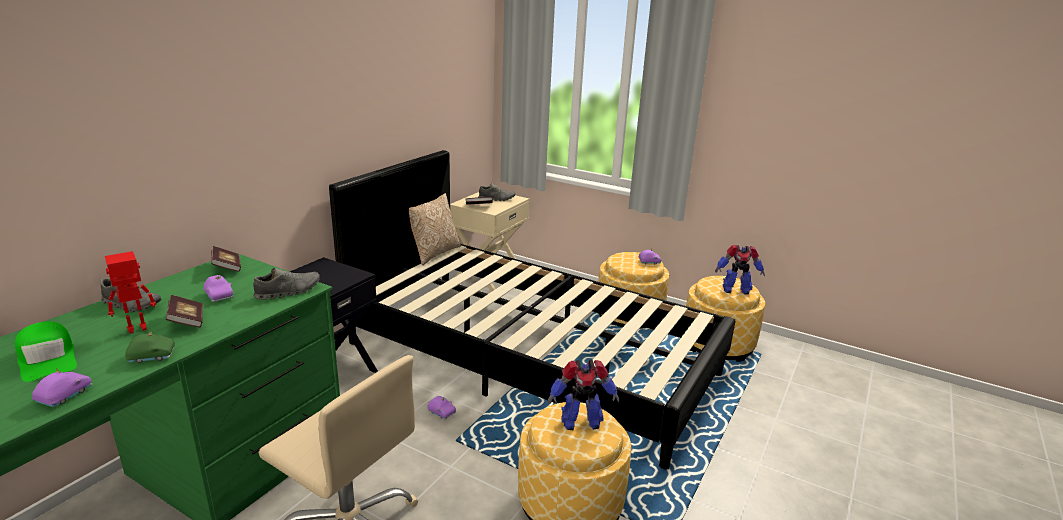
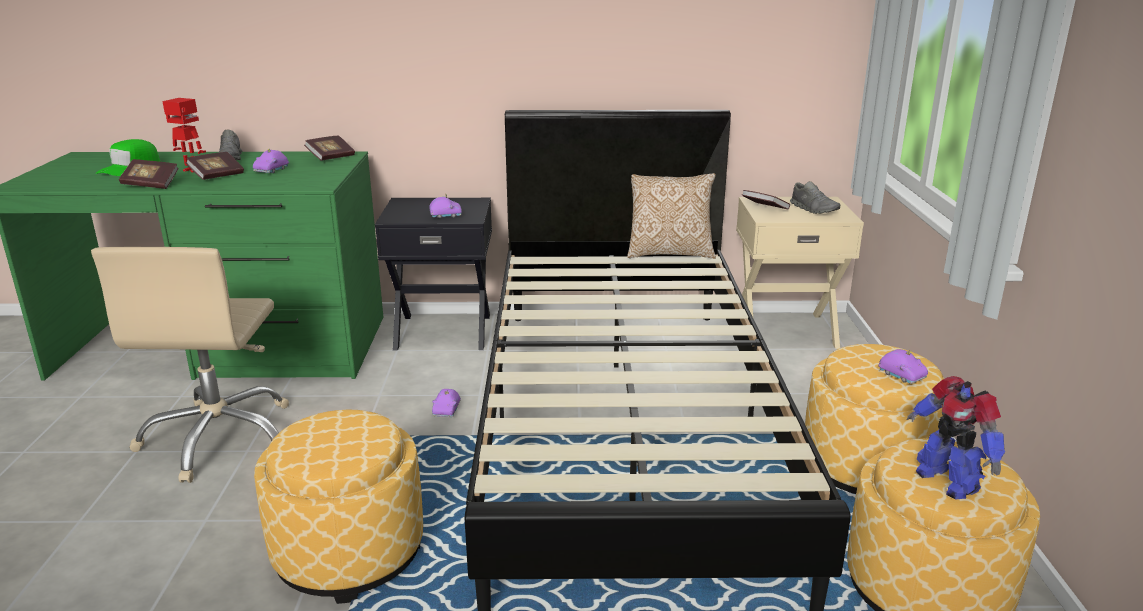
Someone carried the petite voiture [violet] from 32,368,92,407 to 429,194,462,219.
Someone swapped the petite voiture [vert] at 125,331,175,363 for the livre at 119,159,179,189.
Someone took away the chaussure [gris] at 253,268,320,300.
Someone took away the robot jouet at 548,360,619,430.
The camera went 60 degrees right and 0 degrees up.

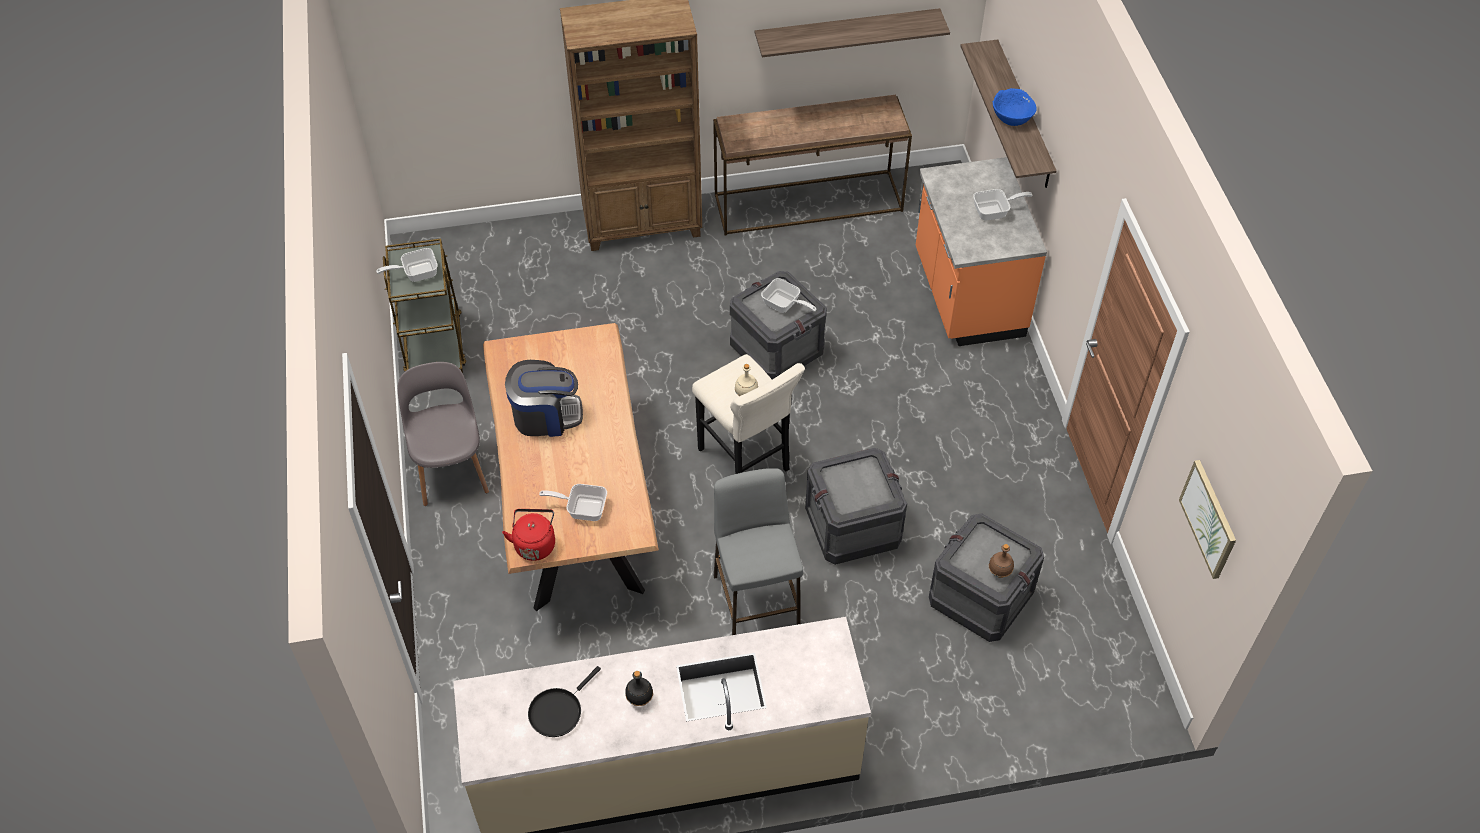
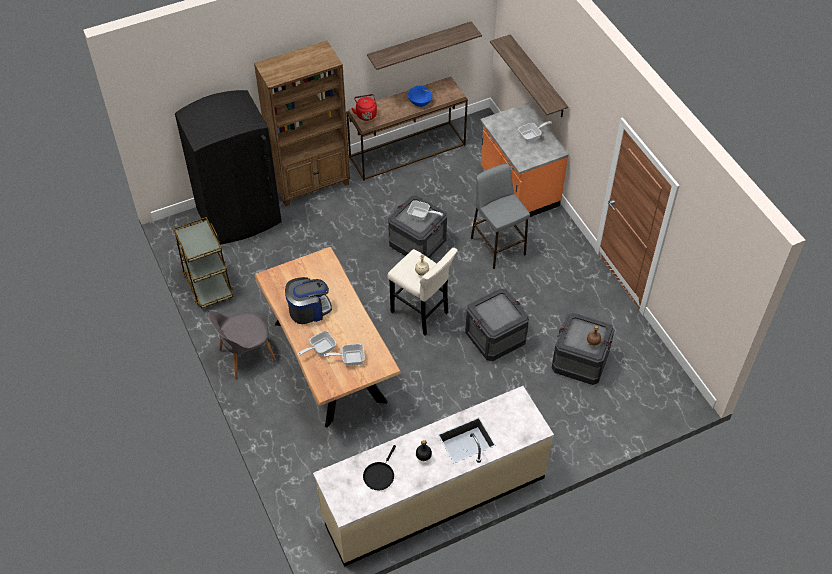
Someone carried the poêle from 376,248,438,282 to 298,331,336,356.
Someone rotated the chaise [gris] at 398,362,489,506 by 90 degrees counterclockwise.
Someone carried the bouilloire [rouge] from 502,509,555,561 to 351,94,377,121.
Someone carried the tabouret [gris] from 714,468,803,635 to 471,164,530,269.
Someone carried the bol [bleu] from 993,88,1036,126 to 408,86,433,107.
Someone took away the tableau at 1179,460,1236,579.
Someone put down the réfrigérateur [noir] at 175,90,282,245.
The camera went 15 degrees left and 0 degrees up.

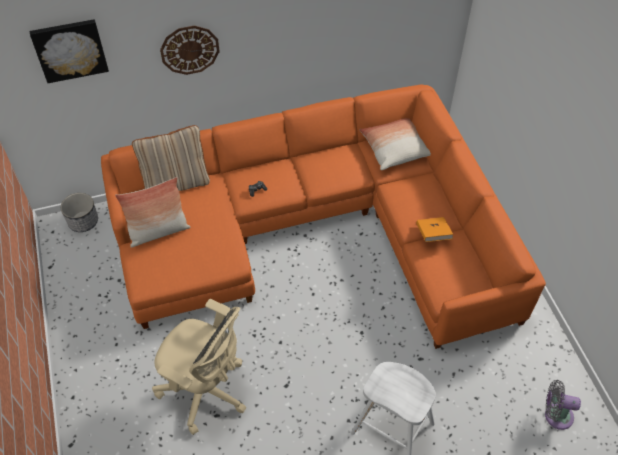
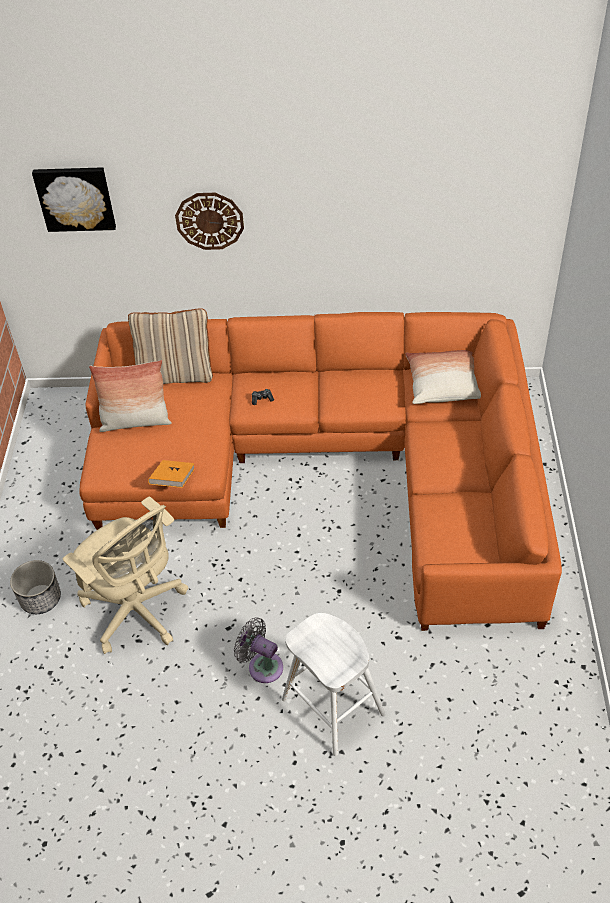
Someone carried the cache-pot from 61,193,98,232 to 10,560,61,614.
Someone carried the livre [orange] from 416,217,453,242 to 148,460,195,488.
Someone carried the ventilateur [gris] from 545,380,581,430 to 234,617,283,683.
The camera went 20 degrees right and 5 degrees down.

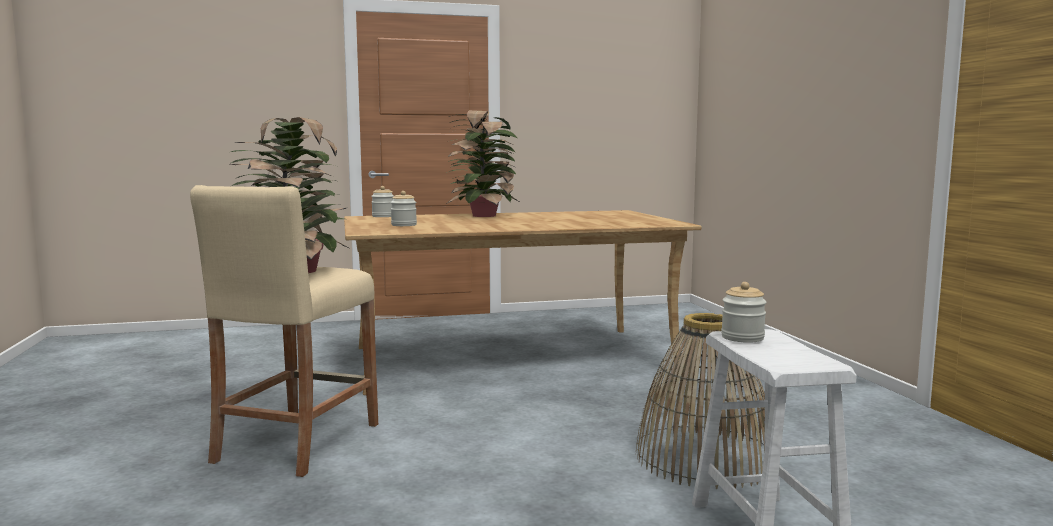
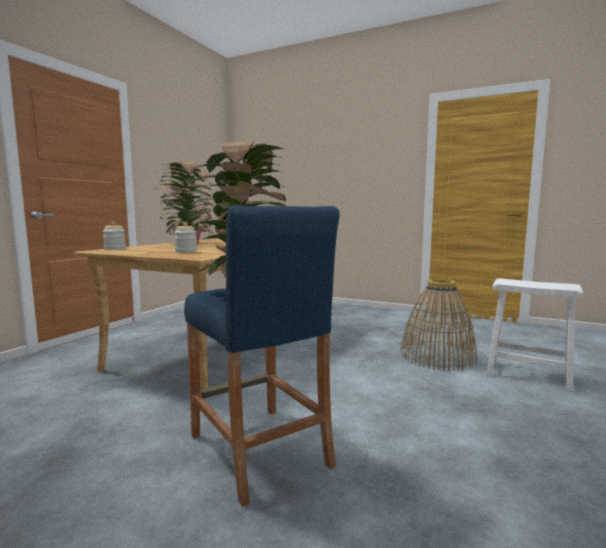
Someone repainted the tabouret [beige] at 190,185,378,477, which became the tabouret [bleu] at 184,205,340,507.
Someone took away the bocal at 721,282,767,343.
The camera went 50 degrees left and 0 degrees up.

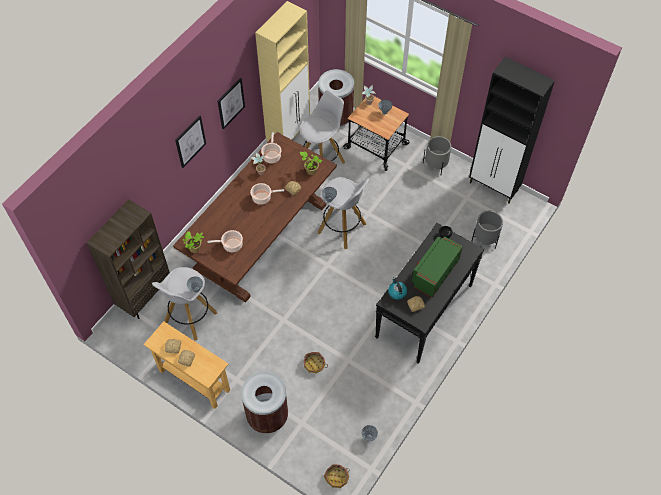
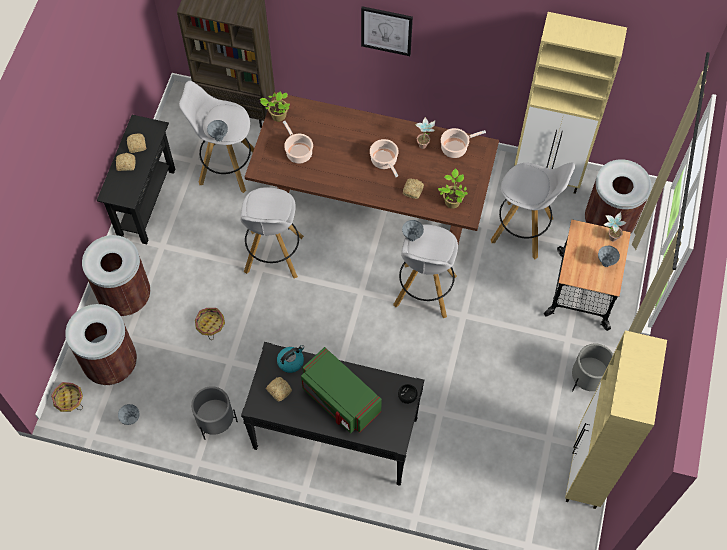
Someone repainted the table console [beige] at 144,321,230,409, which became the table console [noir] at 97,115,176,244.
Someone took away the tableau at 218,78,245,130.
Someone rotated the micro-ondes [vert] at 412,236,463,298 by 150 degrees counterclockwise.
Someone repainted the meuble de rangement [noir] at 469,57,555,203, which became the meuble de rangement [beige] at 565,330,667,509.
Someone carried the cache-pot [gris] from 471,211,503,249 to 191,386,238,440.
Someone put down the poubelle [marron] at 65,304,137,385.
Someone put down the tabouret [blanc] at 240,187,304,278.
The camera went 70 degrees right and 5 degrees up.

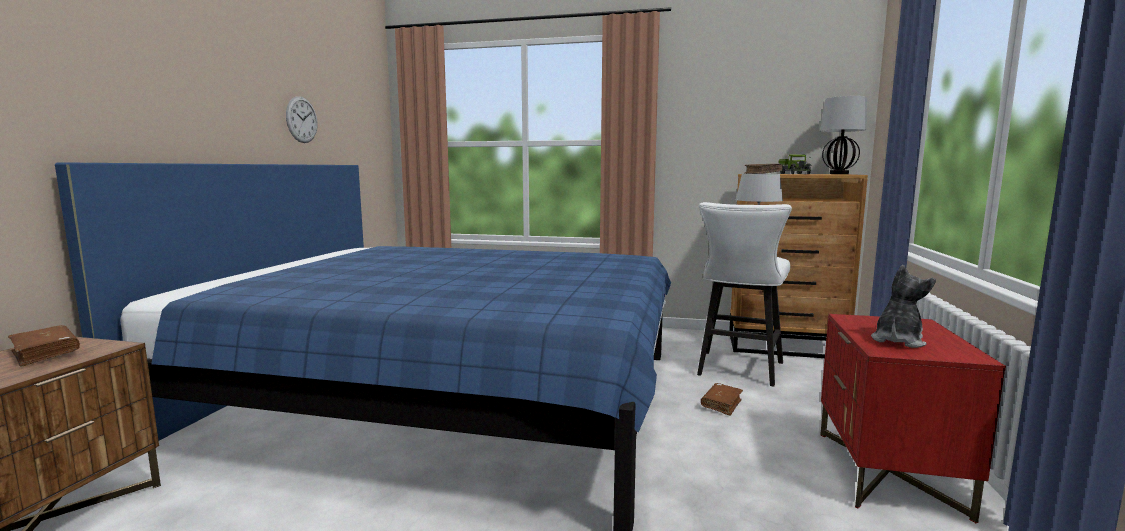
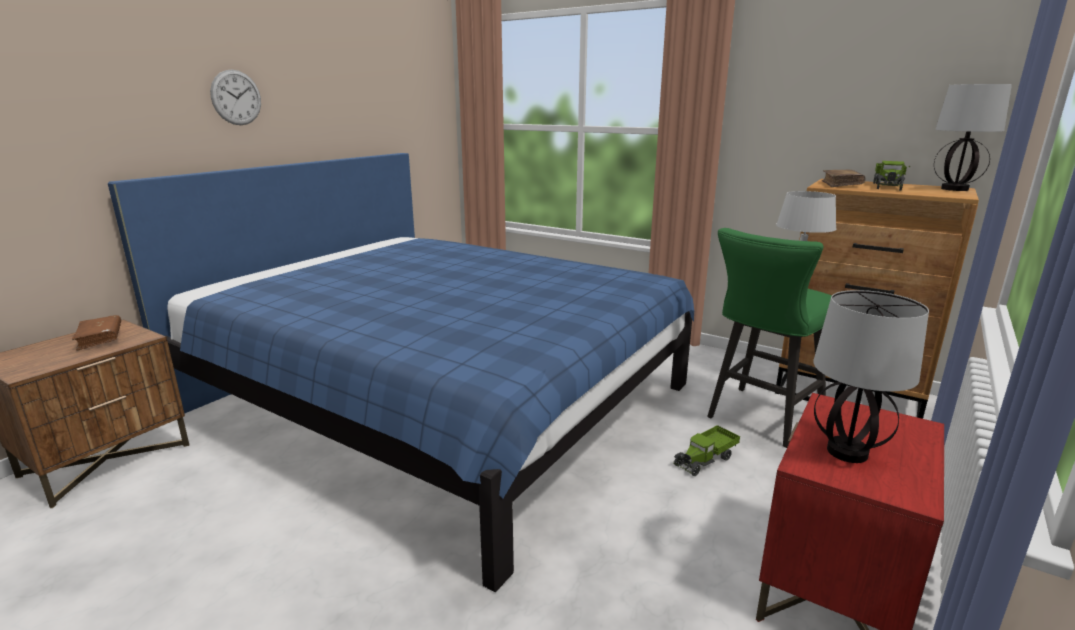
Someone carried the horloge murale from 286,96,318,143 to 210,70,261,125.
Someone repainted the tabouret [blanc] at 697,202,792,387, which became the tabouret [vert] at 707,228,832,448.
Someone swapped the livre [marron] at 701,383,743,416 for the camion jouet at 673,425,740,476.
Someone swapped the peluche at 871,265,936,348 for the lampe de table at 813,290,929,463.
The camera went 20 degrees right and 10 degrees up.

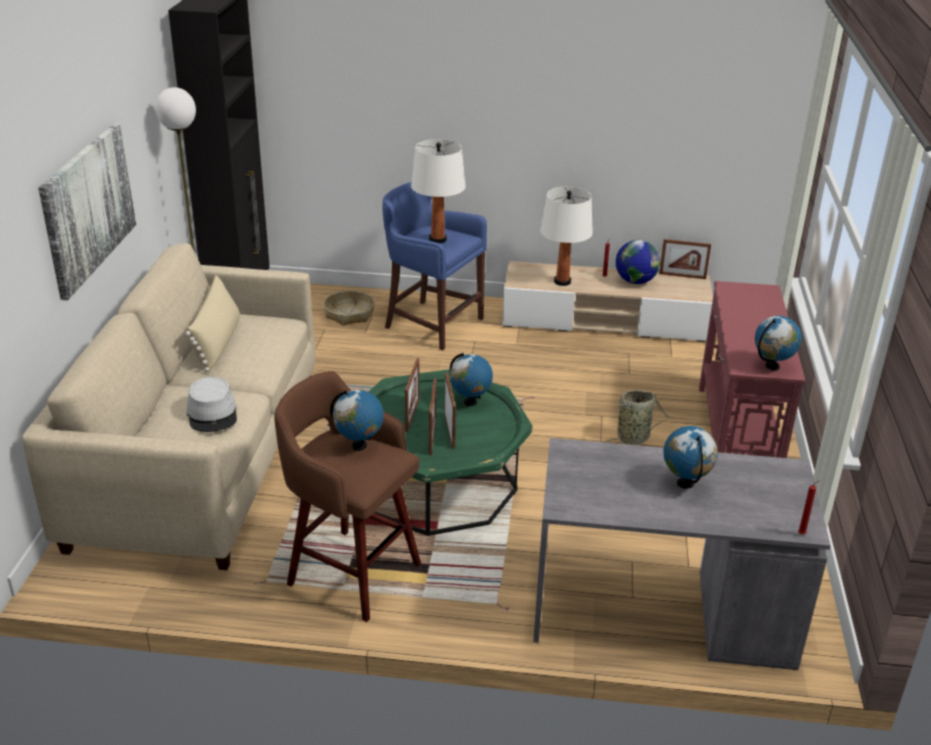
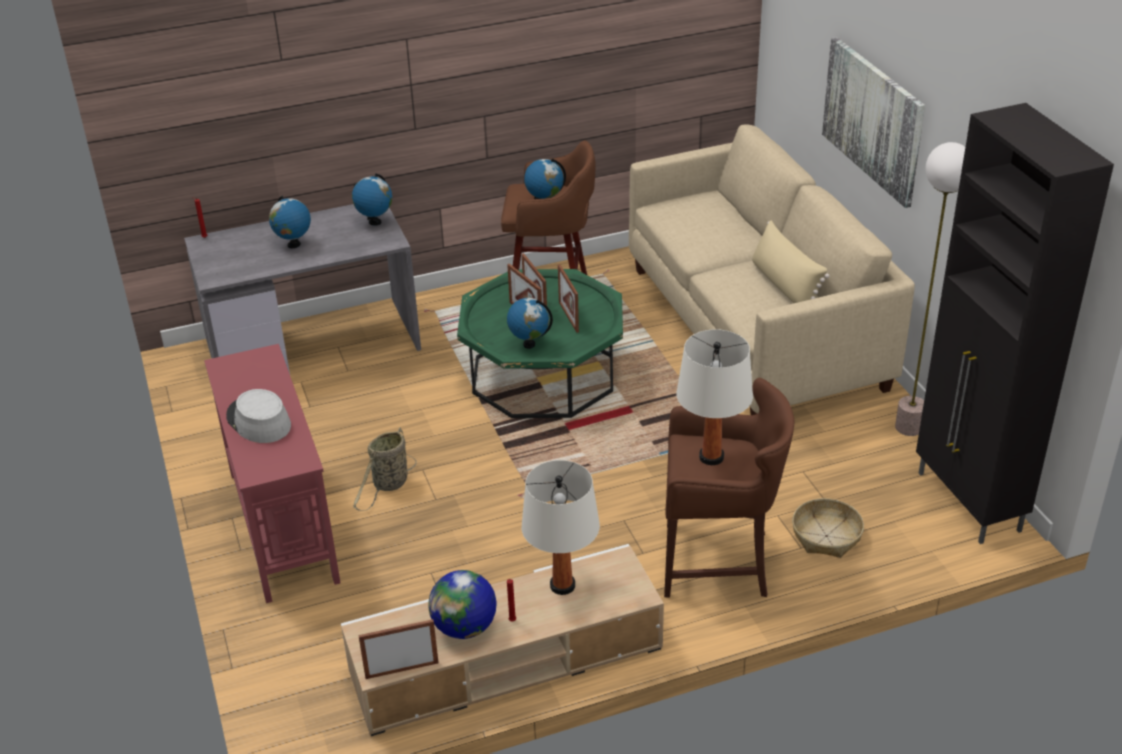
Someone carried the chapeau [gris] from 186,377,237,432 to 226,389,291,443.
Someone repainted the tabouret [bleu] at 382,182,487,350, which became the tabouret [marron] at 664,378,794,598.
Someone carried the globe from 755,316,802,371 to 352,173,392,226.
The camera went 155 degrees right and 5 degrees up.

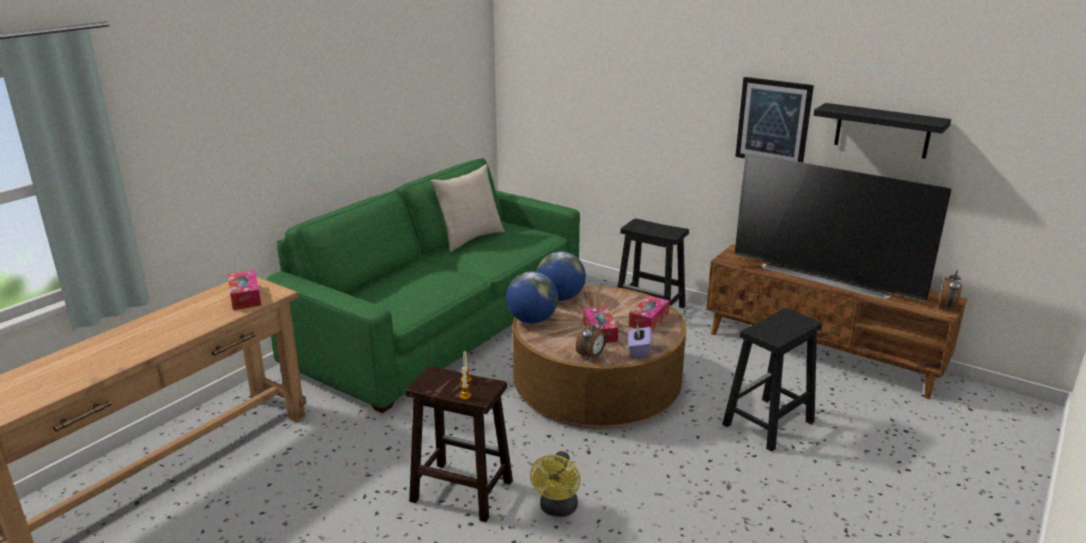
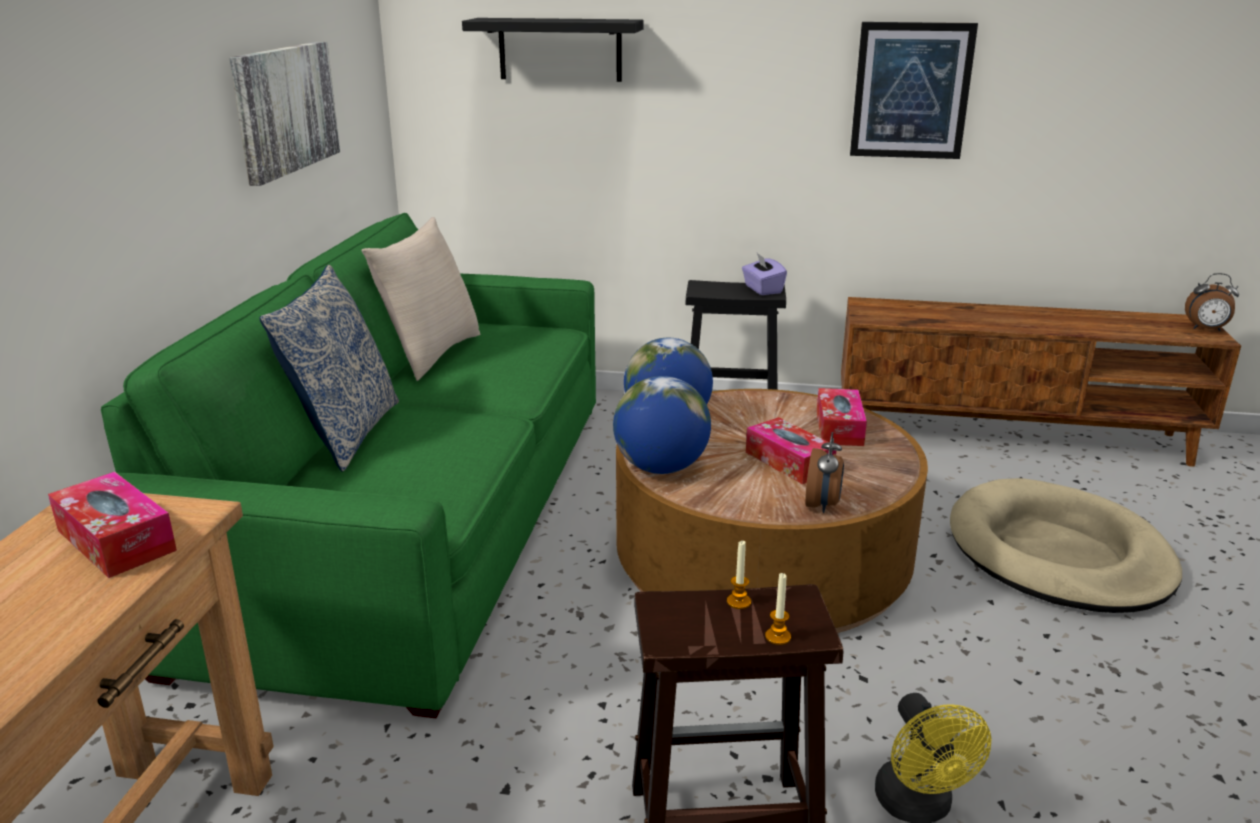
Someone carried the boîte à mouchoirs [violet] from 628,323,652,358 to 742,253,787,295.
Someone swapped the tabouret [noir] at 722,308,822,452 for the panier pour chien [beige] at 950,478,1182,613.
Someone took away the téléviseur at 735,153,952,301.
Someone carried the étagère [noir] from 814,103,951,159 to 462,18,644,82.
Someone rotated the réveil at 939,270,962,311 by 105 degrees clockwise.
Someone put up the tableau at 230,41,340,186.
Someone put down the coussin at 259,264,399,472.
The camera went 25 degrees left and 0 degrees up.

